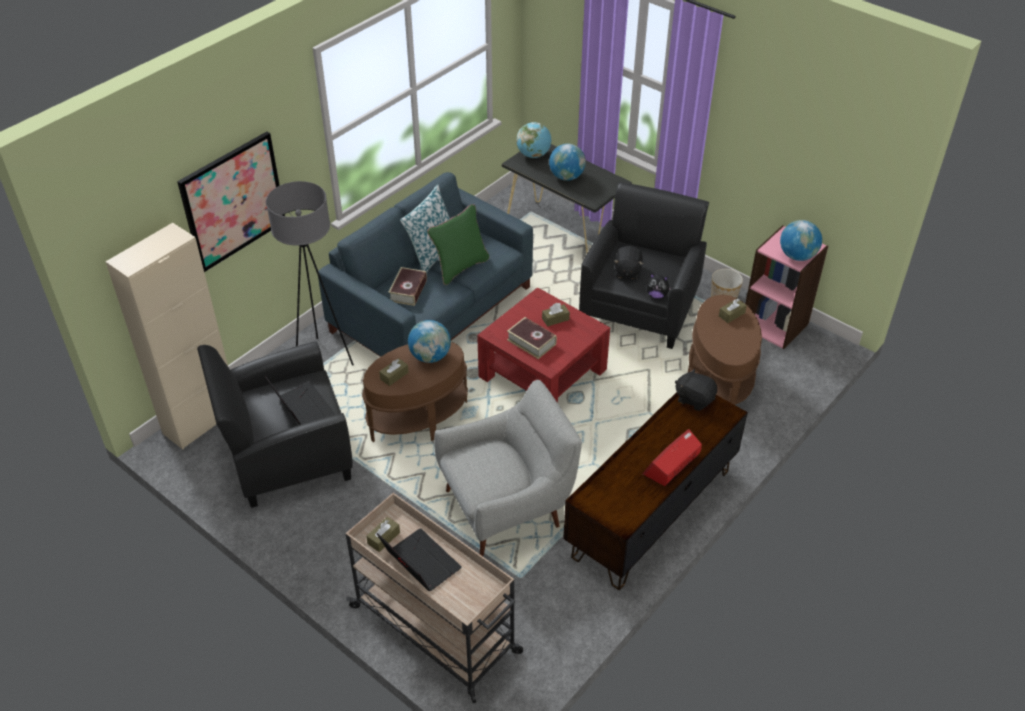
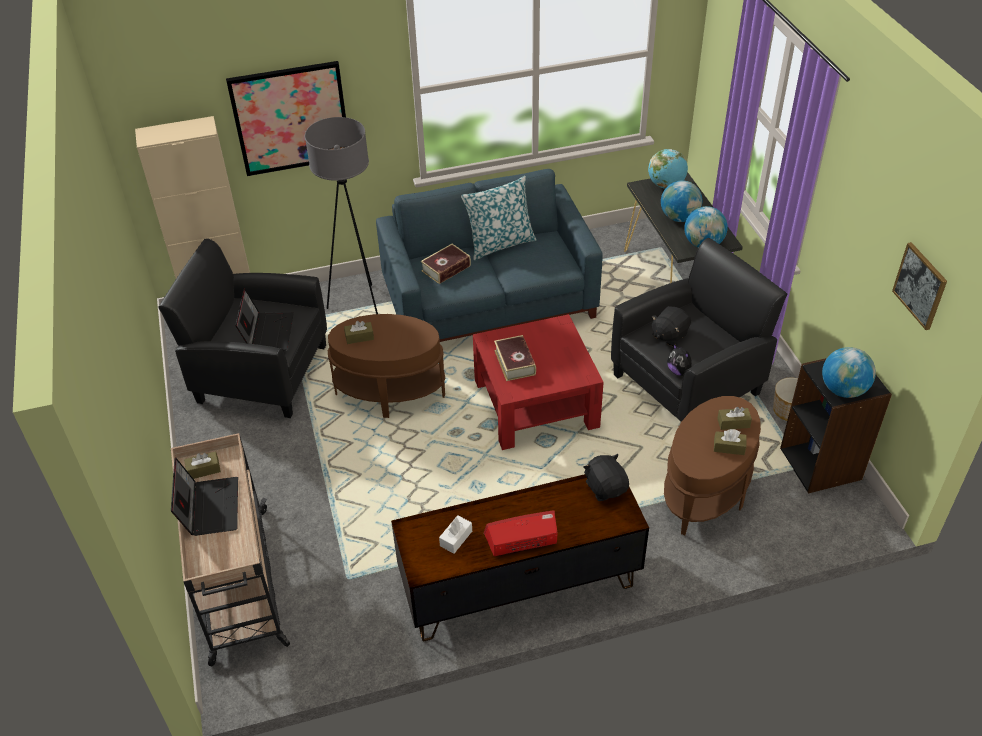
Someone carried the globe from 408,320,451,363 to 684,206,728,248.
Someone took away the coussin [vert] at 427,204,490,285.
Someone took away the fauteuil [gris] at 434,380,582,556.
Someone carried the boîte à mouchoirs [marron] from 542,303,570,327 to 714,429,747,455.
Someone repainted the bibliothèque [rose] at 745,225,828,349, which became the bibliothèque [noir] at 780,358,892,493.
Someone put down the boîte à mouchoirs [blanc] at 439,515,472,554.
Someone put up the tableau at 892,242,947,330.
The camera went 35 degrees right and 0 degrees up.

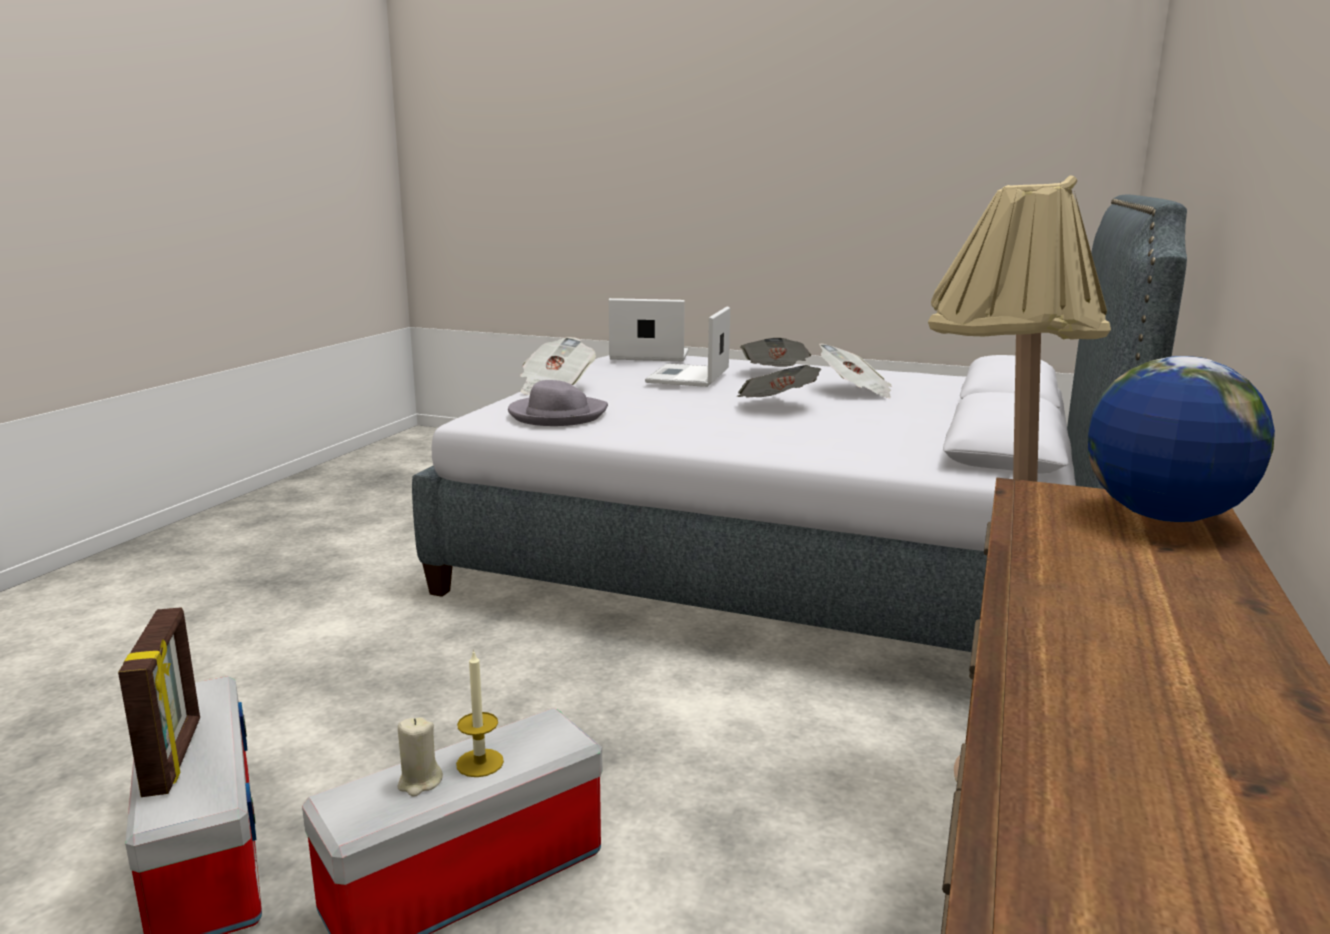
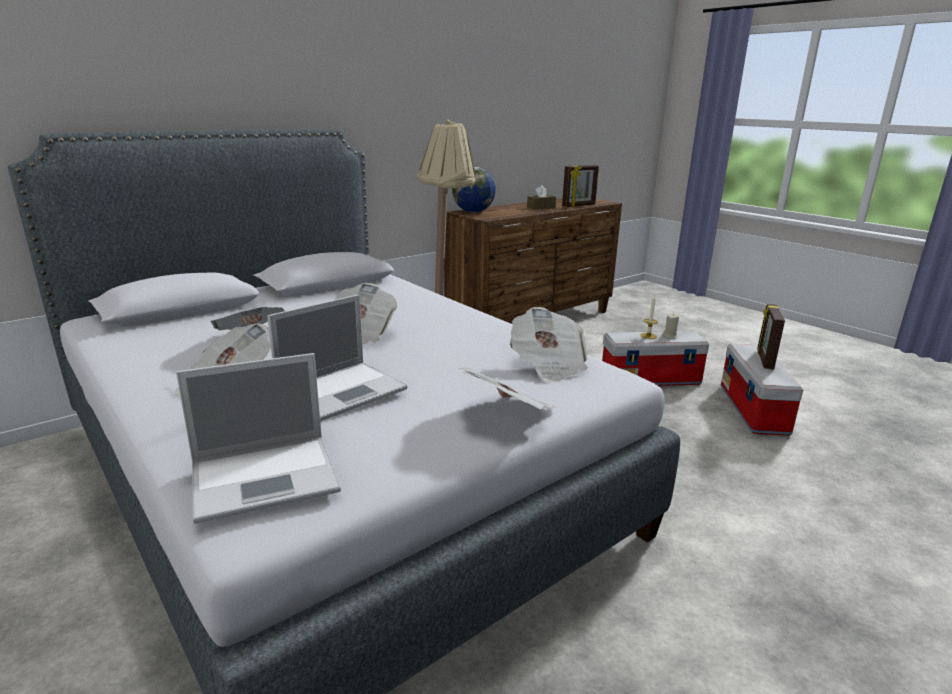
Someone swapped the chapeau [gris] at 508,380,608,426 for the journal at 509,307,588,383.
Someone rotated the ordinateur portable at 609,298,689,361 by 60 degrees counterclockwise.
Someone put down the boîte à mouchoirs [marron] at 527,185,556,209.
Someone put down the cadre photo at 562,165,599,207.
The camera went 150 degrees left and 5 degrees up.

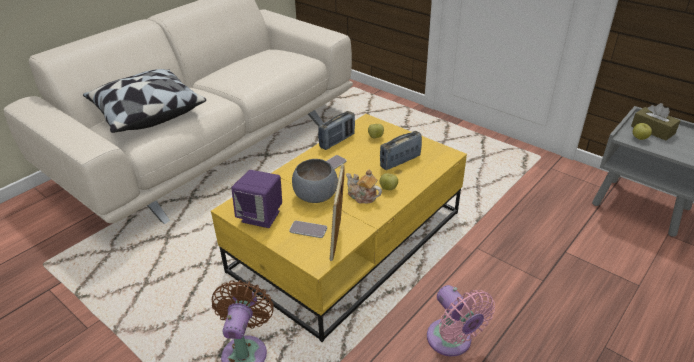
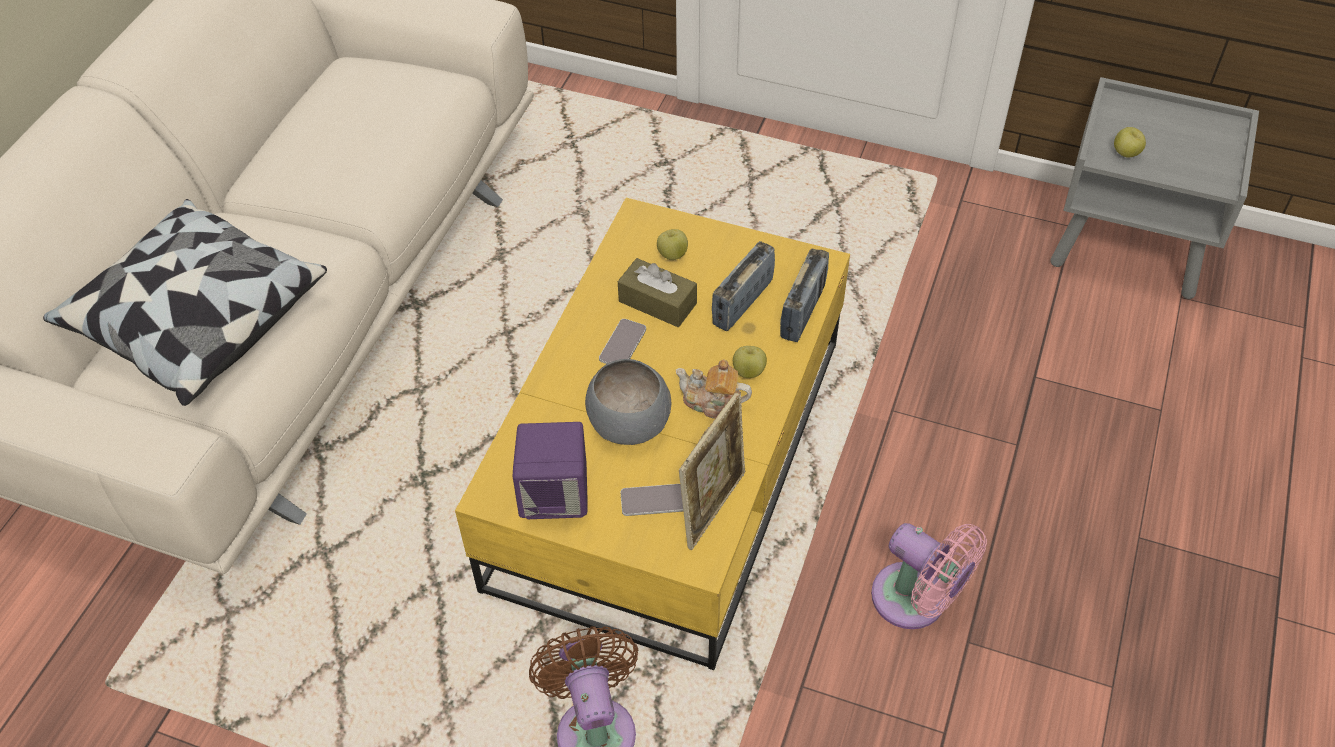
Someone carried the radio from 318,111,355,150 to 780,249,829,342.
Someone rotated the cadre photo at 329,164,345,261 by 135 degrees counterclockwise.
Someone carried the boîte à mouchoirs [marron] from 631,103,680,140 to 618,258,697,327.
The camera went 20 degrees left and 15 degrees up.

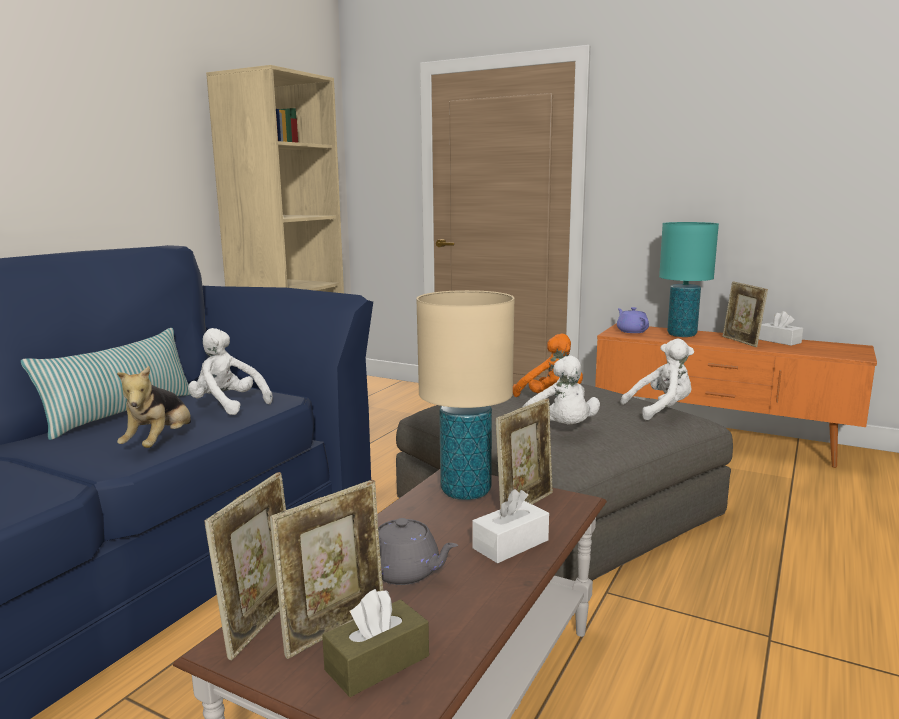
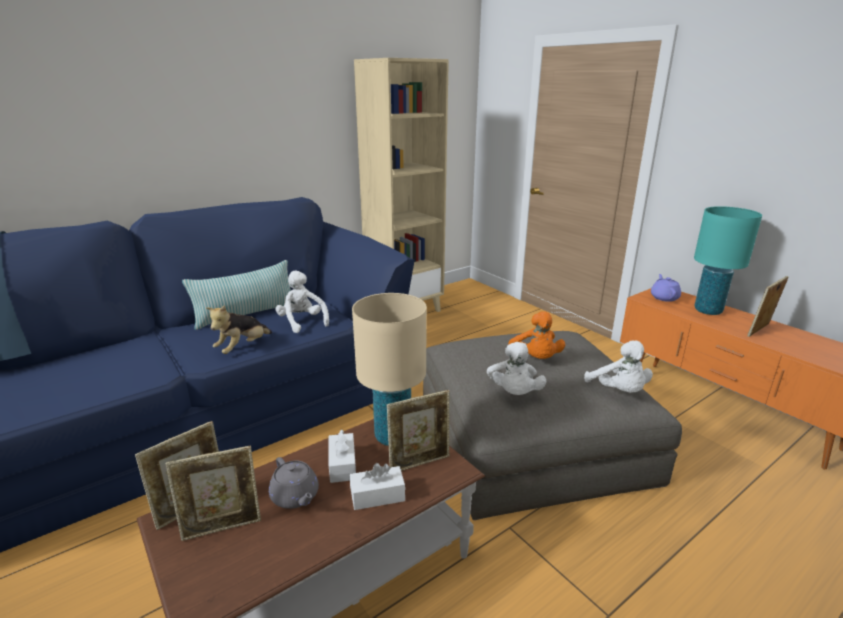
Someone took away the boîte à mouchoirs [marron] at 322,589,429,697.
Someone rotated the peluche [blanc] at 620,339,694,420 by 60 degrees clockwise.
Someone rotated the cadre photo at 722,281,768,347 by 45 degrees clockwise.
Someone carried the boîte à mouchoirs [blanc] from 759,311,803,346 to 329,430,356,483.
The camera went 25 degrees right and 10 degrees up.

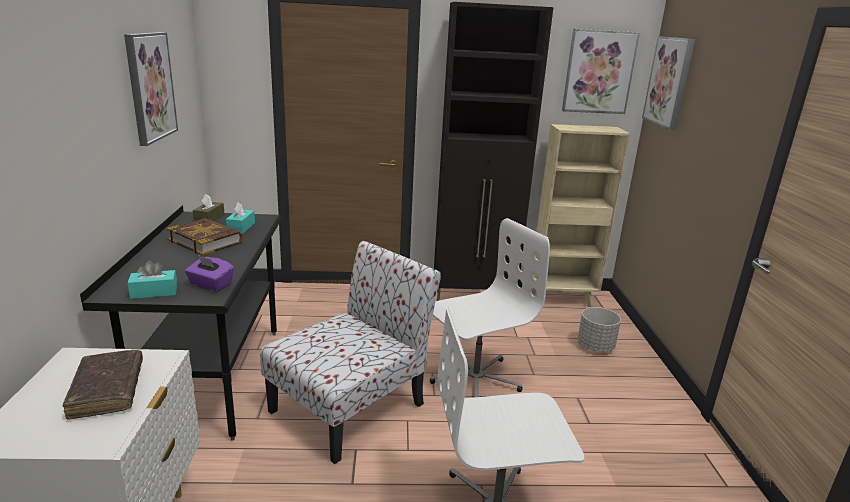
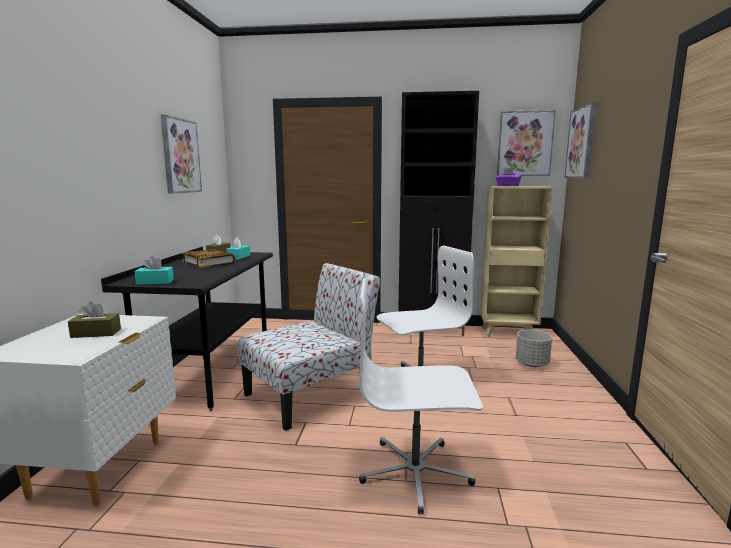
Someone swapped the livre [marron] at 62,350,143,420 for the boîte à mouchoirs [marron] at 68,301,121,338.
Someone carried the boîte à mouchoirs [violet] from 185,255,234,292 to 496,168,522,186.
The camera went 10 degrees right and 10 degrees down.

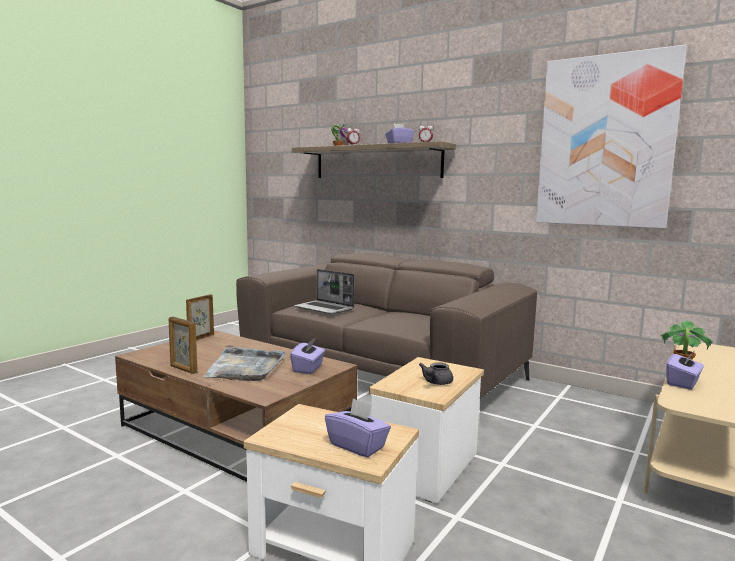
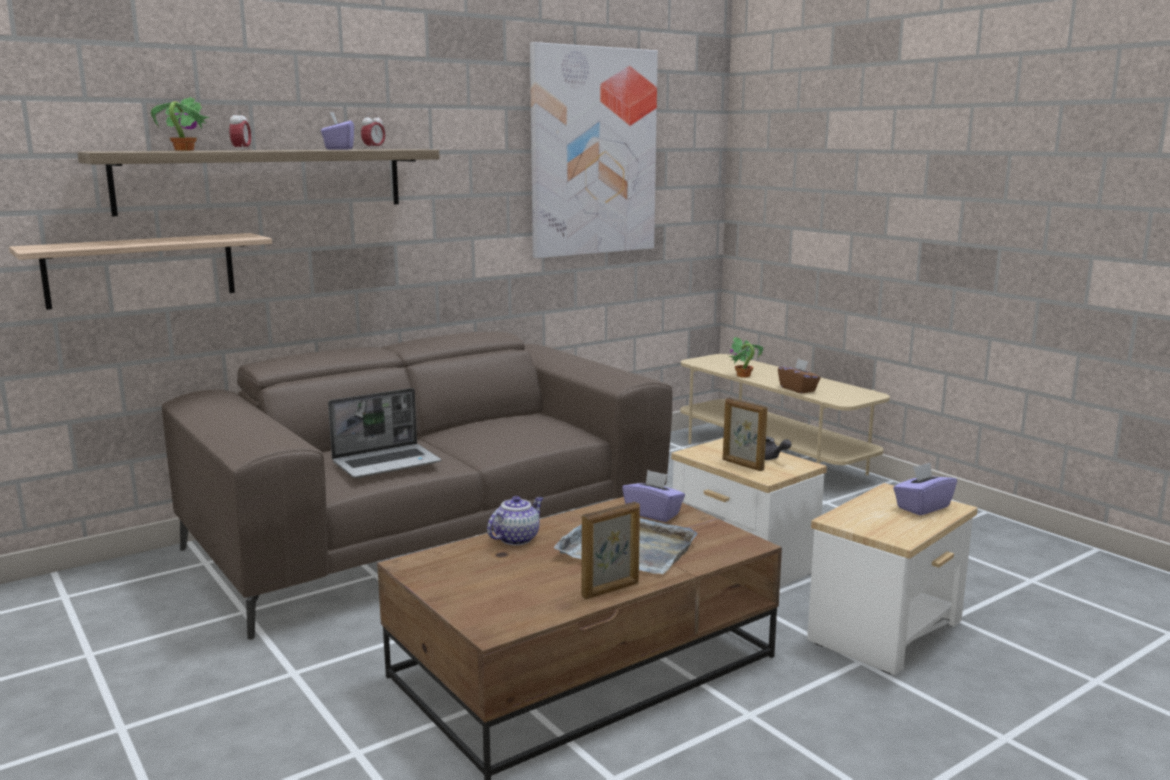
Someone carried the cadre photo from 186,294,214,341 to 723,398,768,471.
Someone repainted the boîte à mouchoirs [violet] at 666,351,704,390, which became the boîte à mouchoirs [marron] at 778,359,820,393.
Someone put up the étagère at 9,233,272,310.
Someone put down the théière at 487,496,543,546.
The camera went 70 degrees left and 5 degrees up.

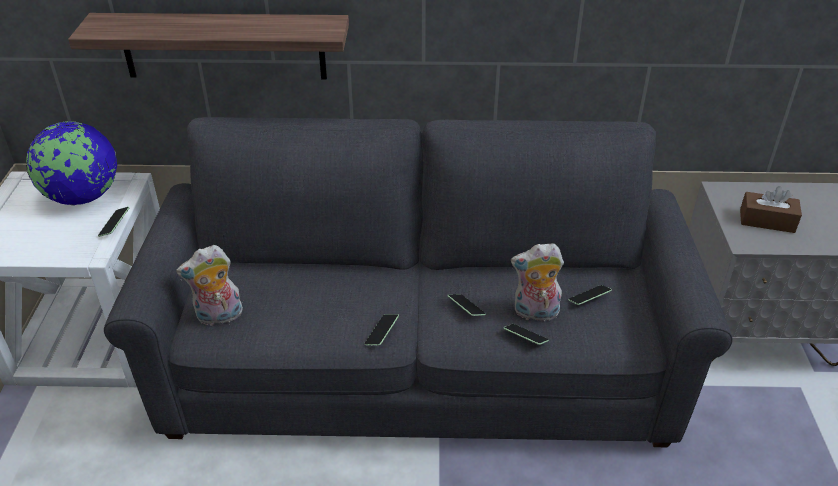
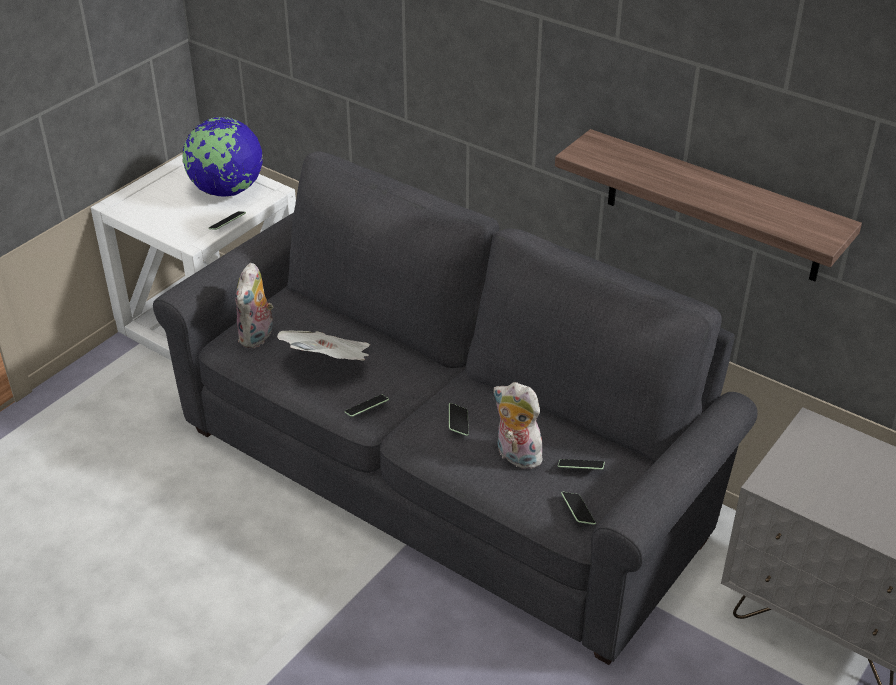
Someone carried the étagère from 68,13,349,80 to 555,129,862,281.
Someone rotated the peluche at 176,245,243,326 by 90 degrees counterclockwise.
Someone carried the téléphone from 503,324,549,345 to 561,492,596,525.
Someone took away the boîte à mouchoirs [marron] at 740,186,802,233.
Someone put down the journal at 277,330,370,361.
The camera went 35 degrees right and 0 degrees up.

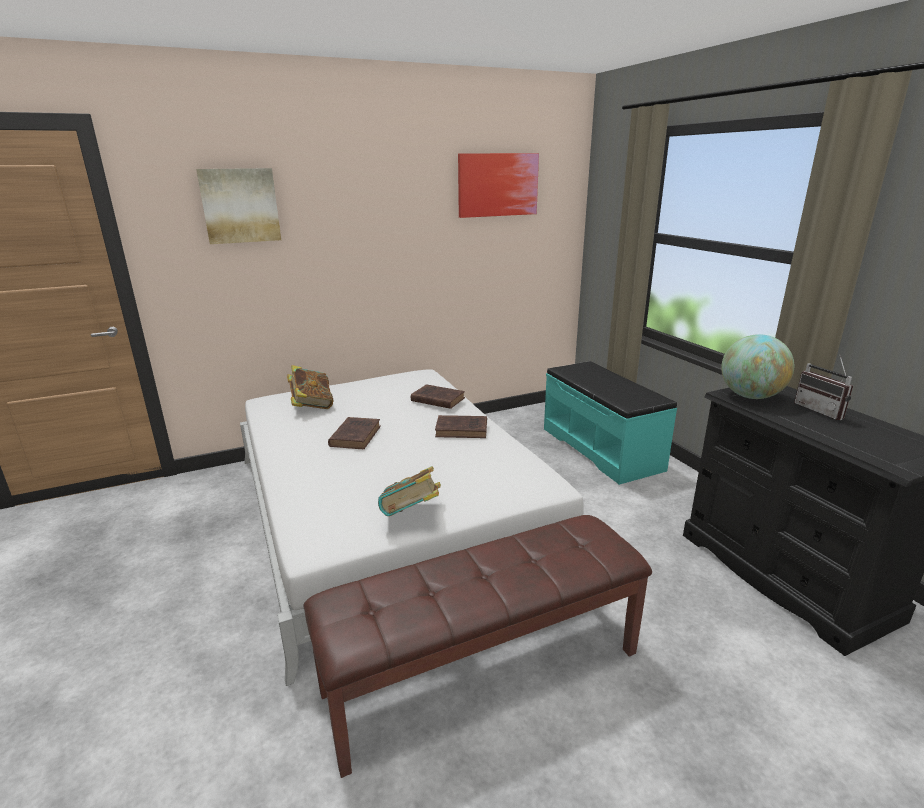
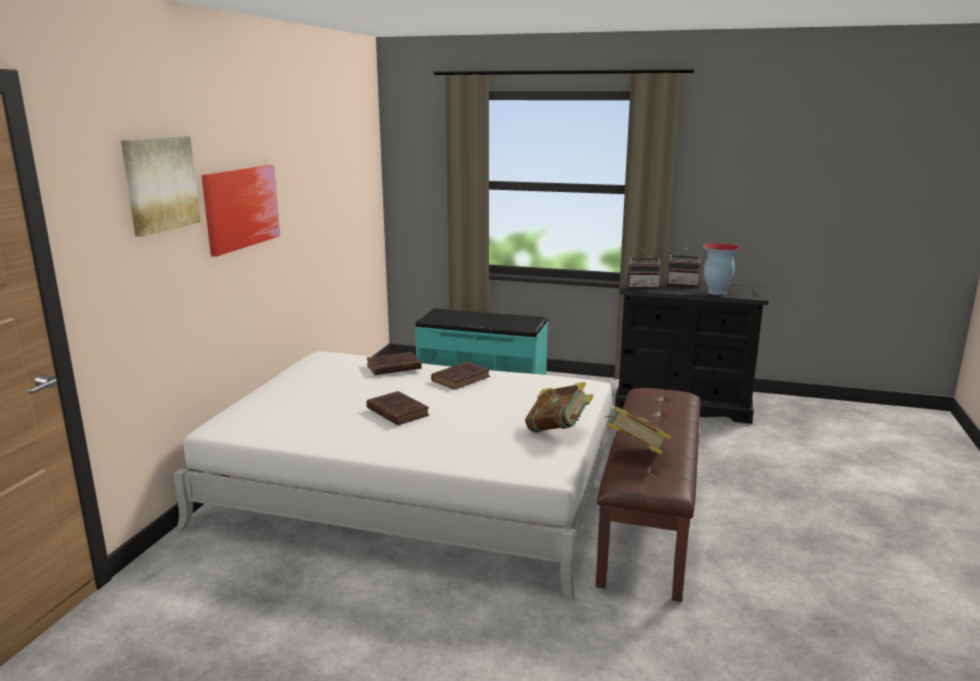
Someone carried the livre from 287,365,334,409 to 605,406,672,455.
Someone carried the tableau from 458,153,539,218 to 201,165,280,257.
Someone swapped the globe at 721,334,794,399 for the radio at 627,248,662,288.
Someone put down the vase at 703,243,740,295.
The camera went 50 degrees left and 5 degrees down.

